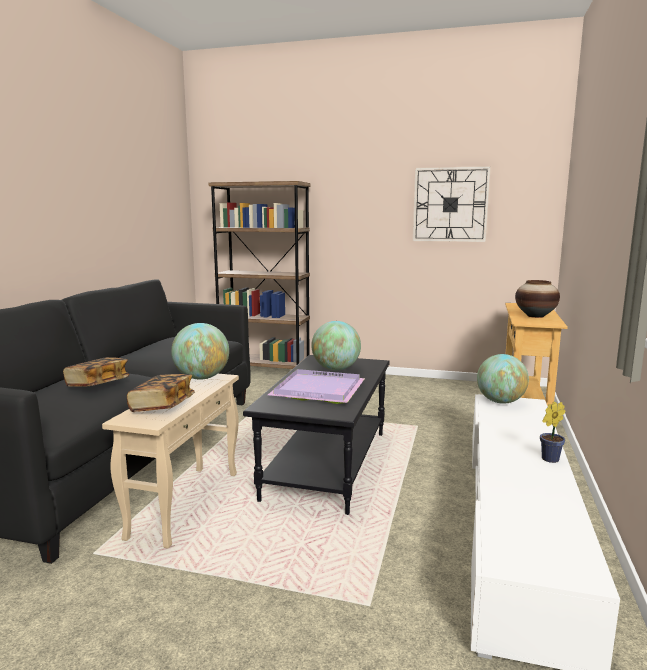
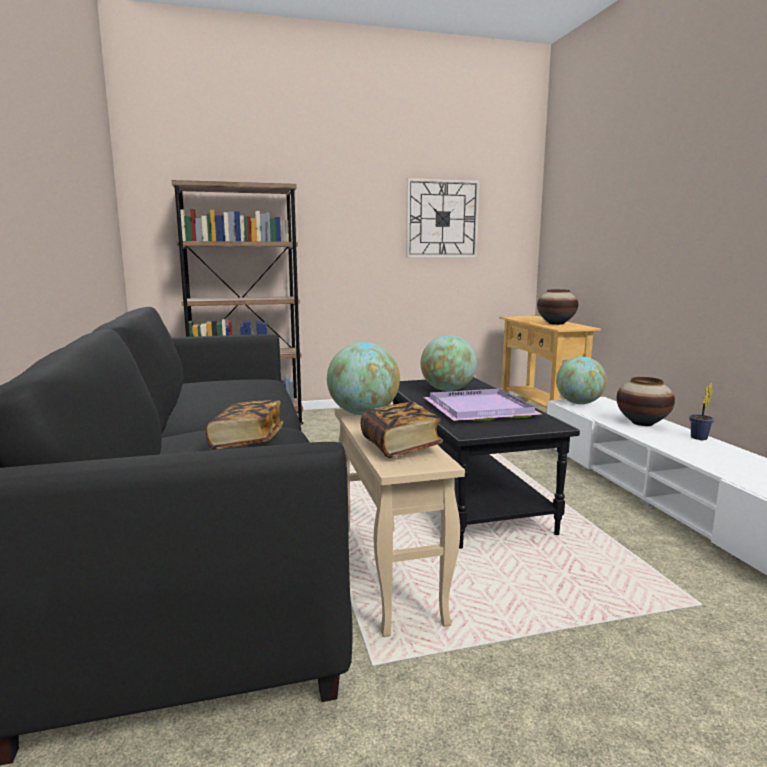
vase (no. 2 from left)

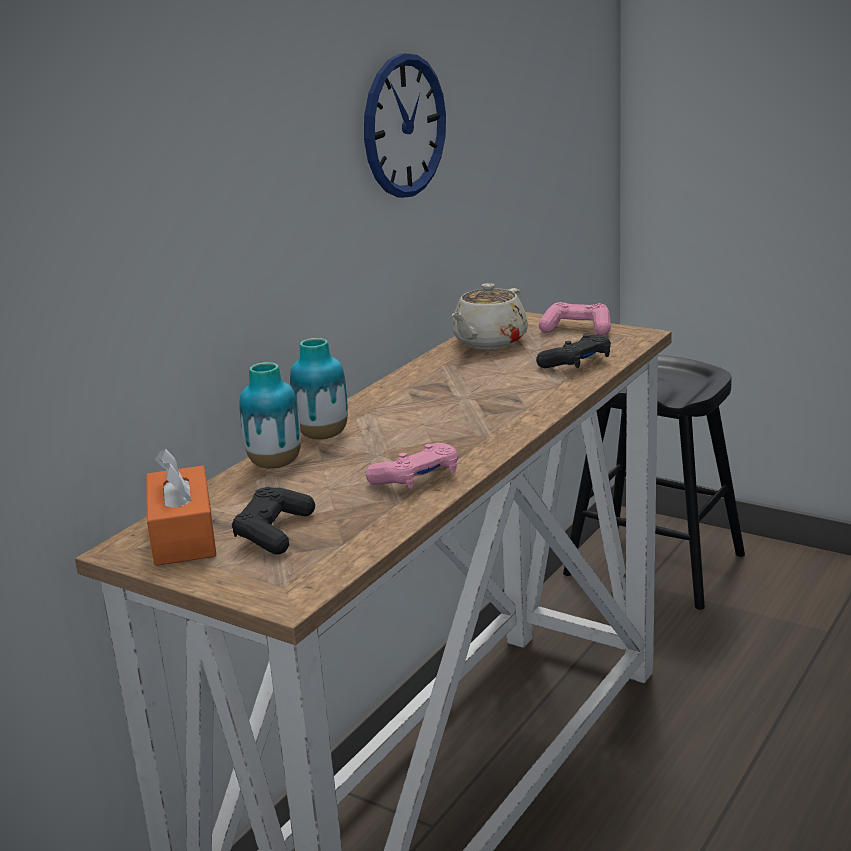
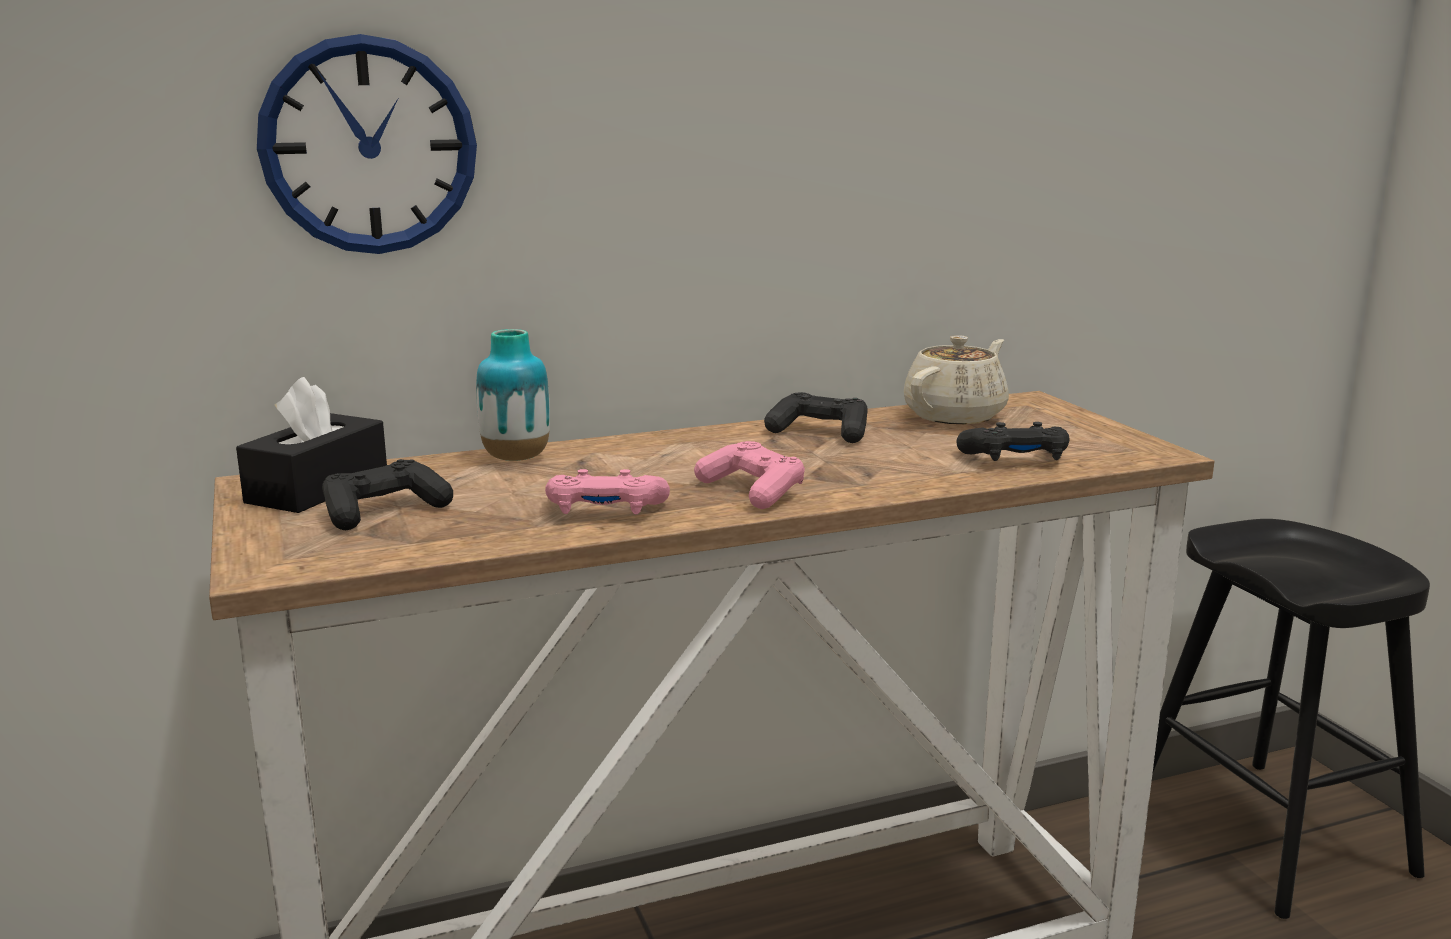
vase (no. 2 from left in the first image); manette [noir] (no. 2 from left); horloge murale; manette [rose] (no. 2 from left); boîte à mouchoirs [noir]; théière [beige]

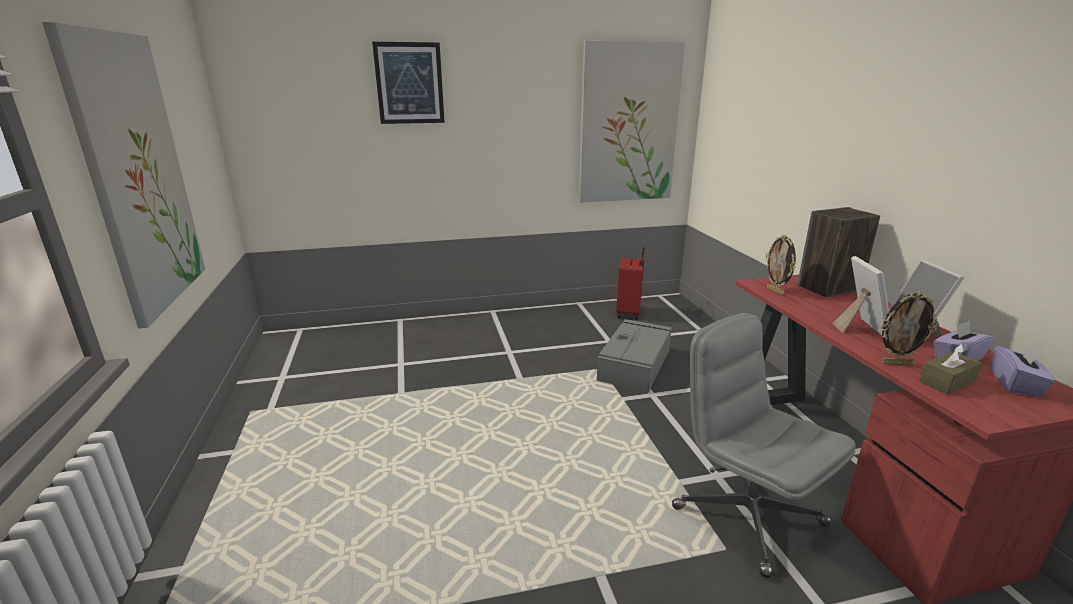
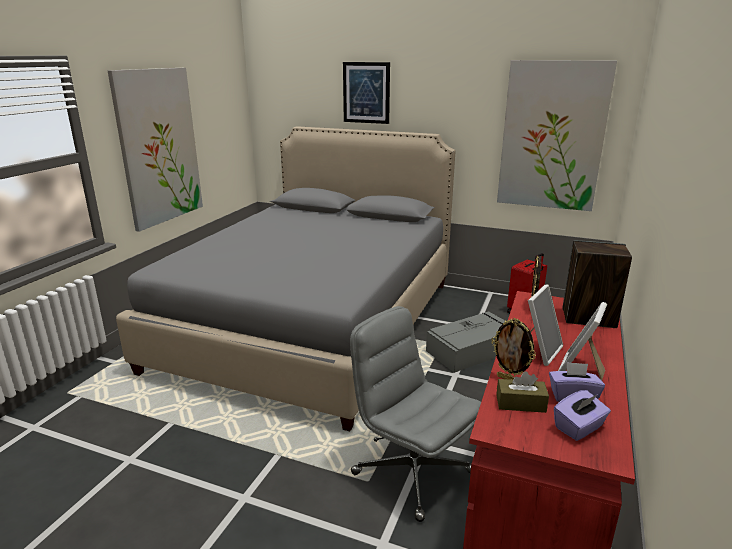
lit [gris]; chaise de bureau [gris]

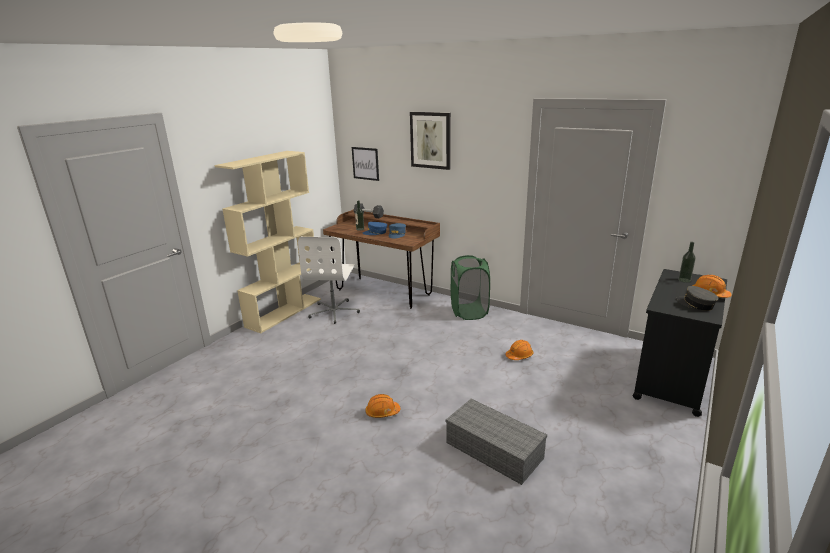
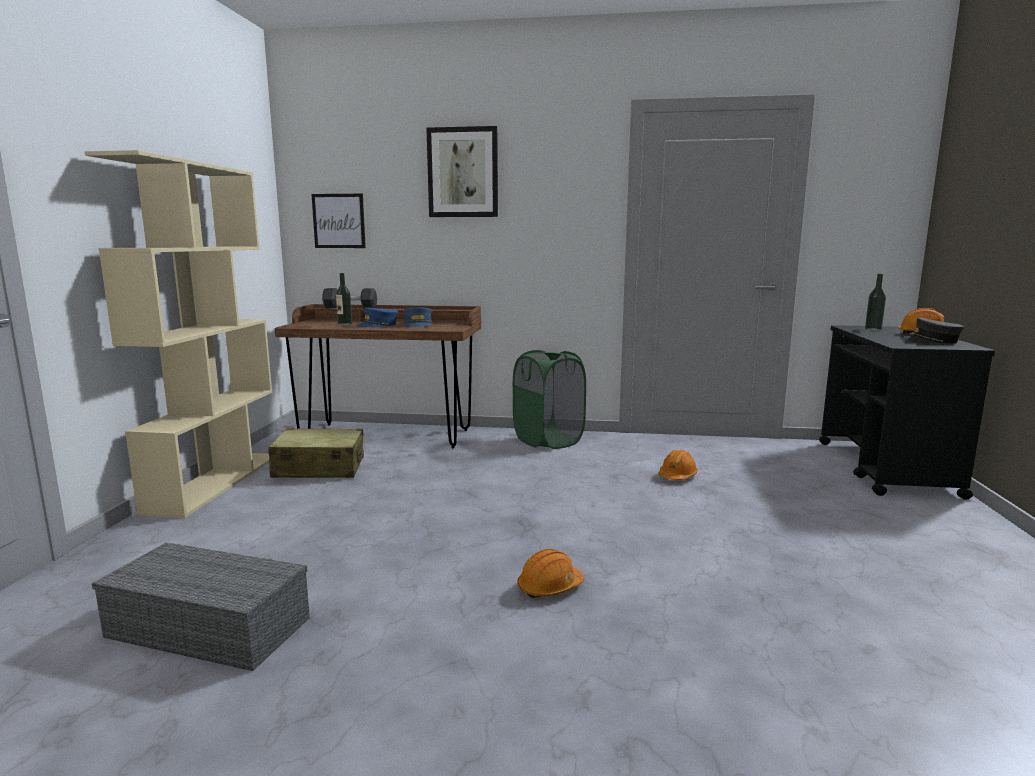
boîte de rangement [gris]; valise [beige]

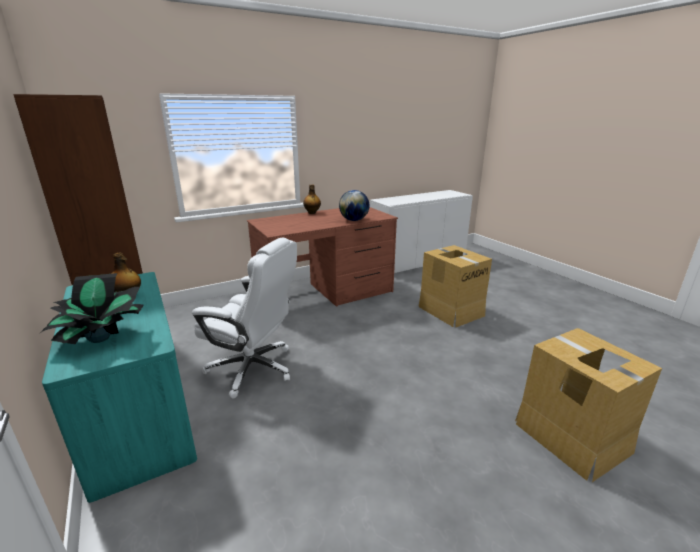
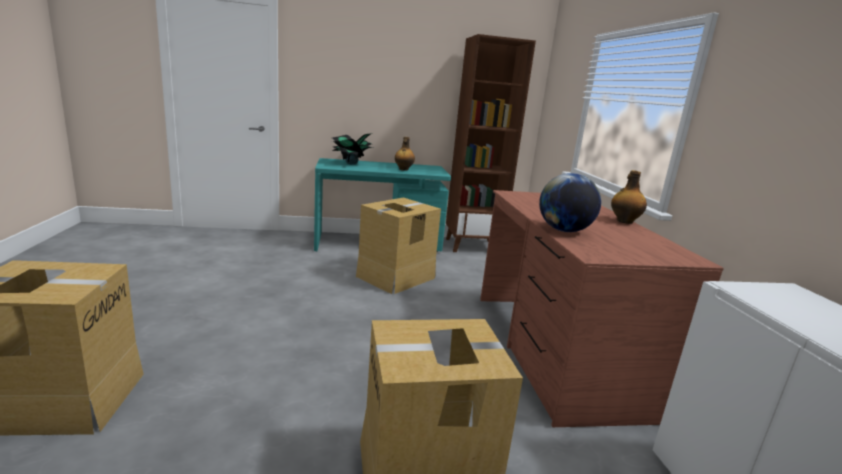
carton (no. 2 from left)

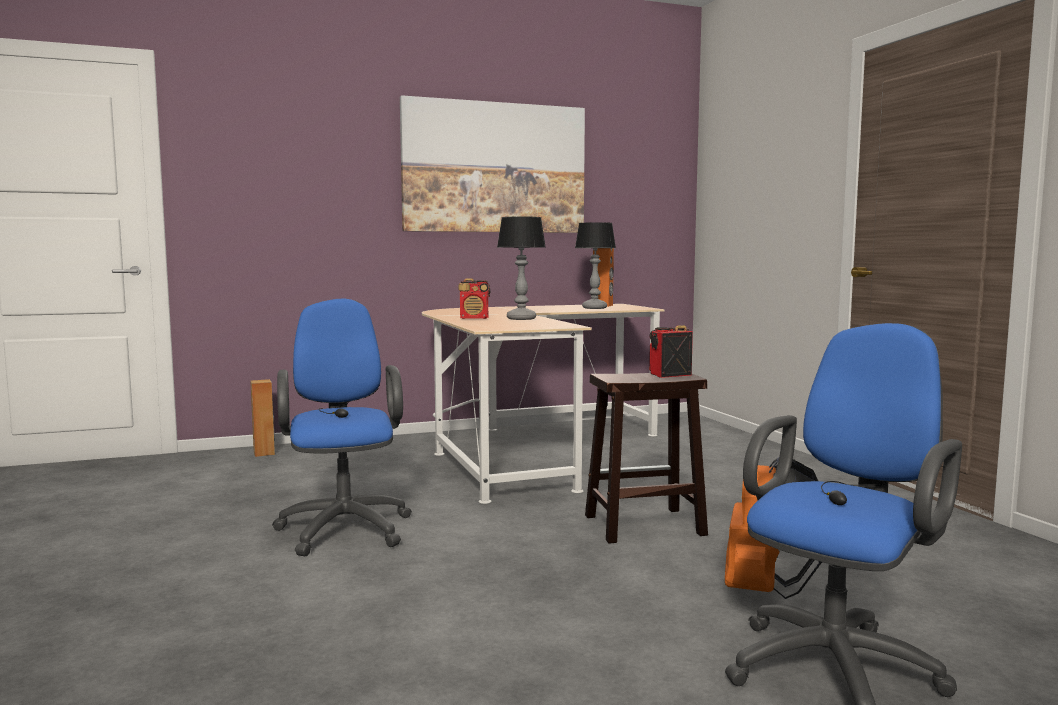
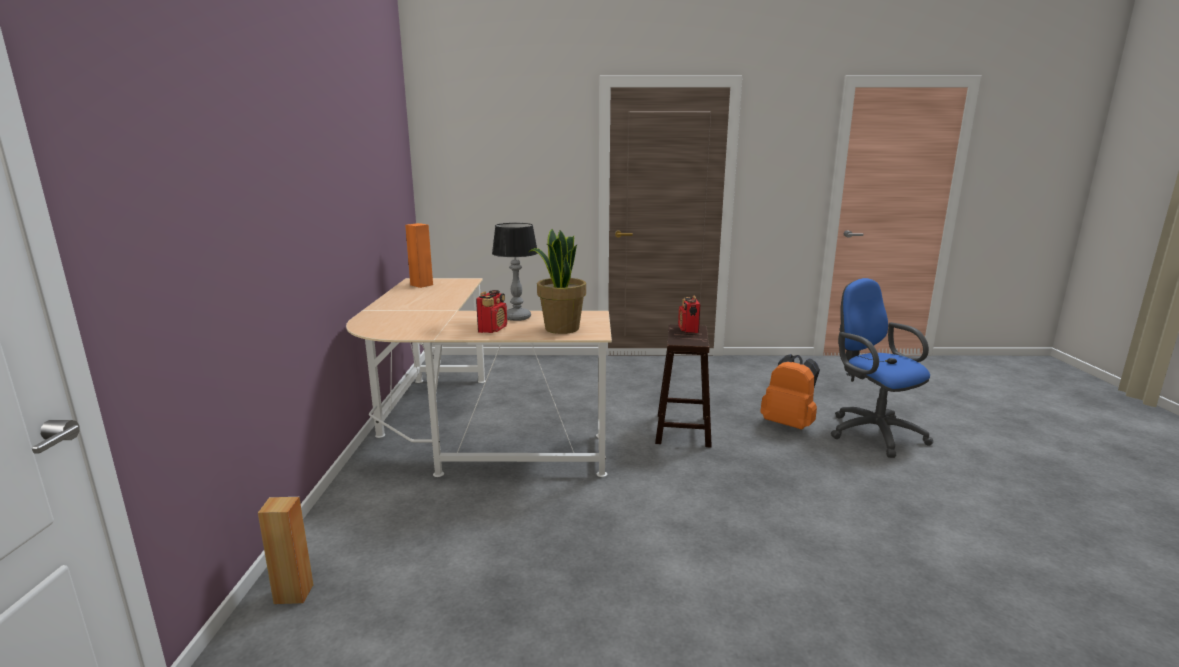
chaise de bureau [bleu] (no. 1 from left in the first image); tableau; lampe de table (no. 2 from left in the first image); plante en pot

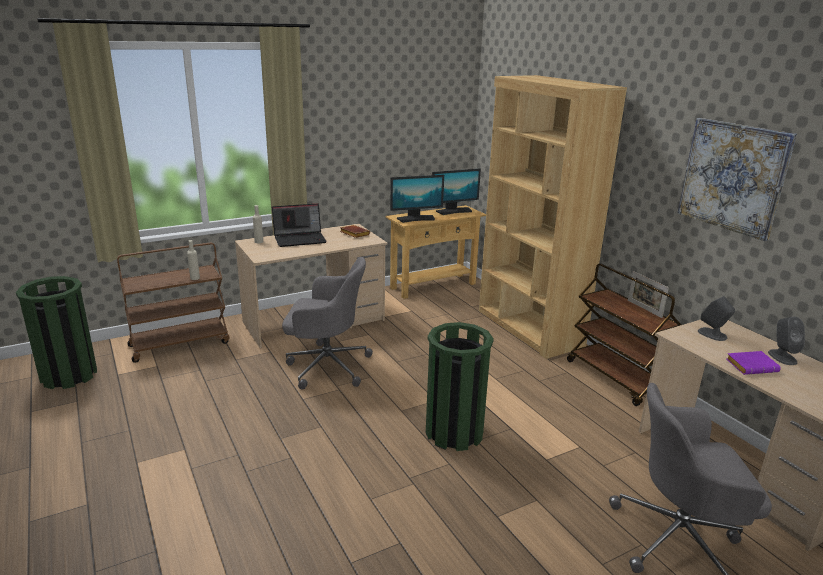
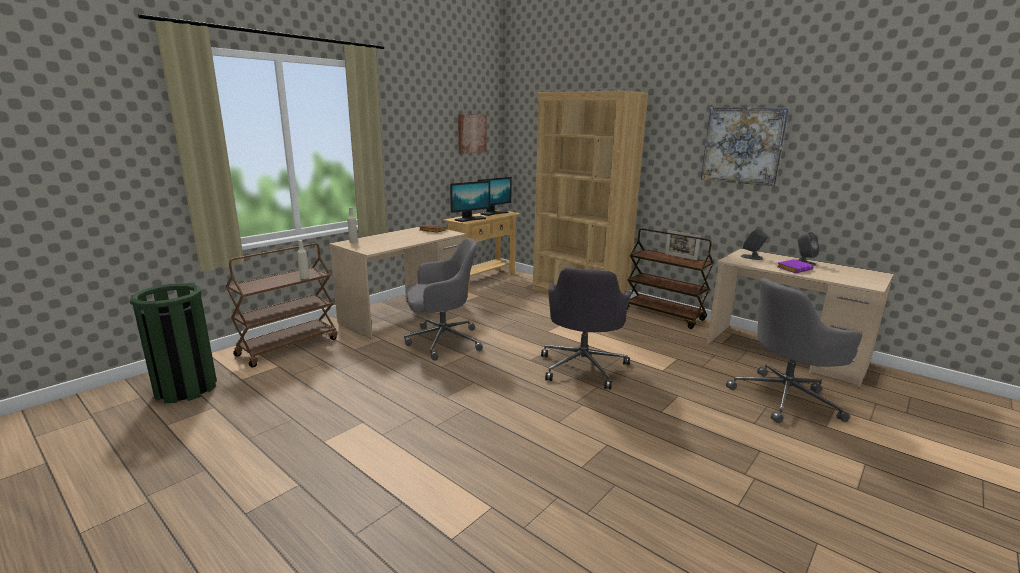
ordinateur portable; tableau (no. 1 from left); chaise de bureau [gris] (no. 2 from left)

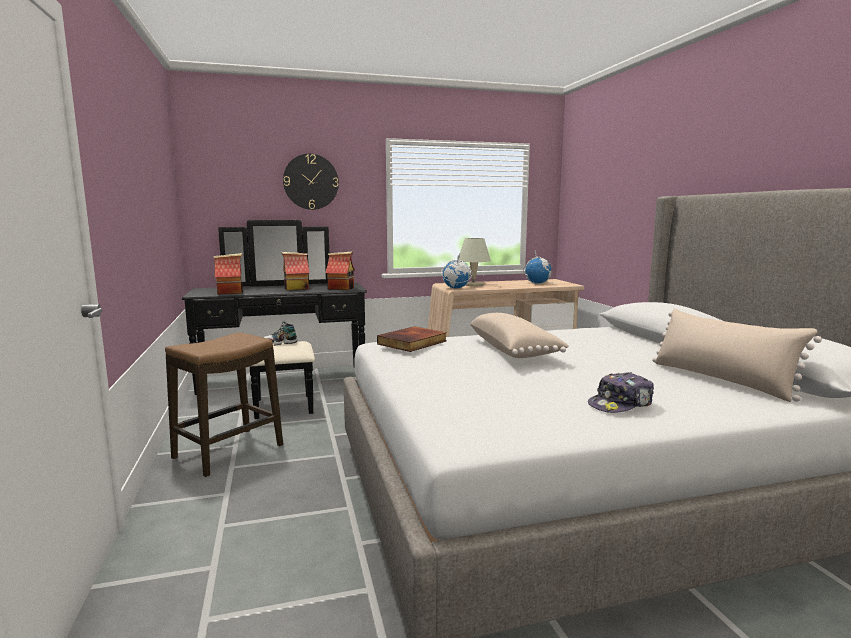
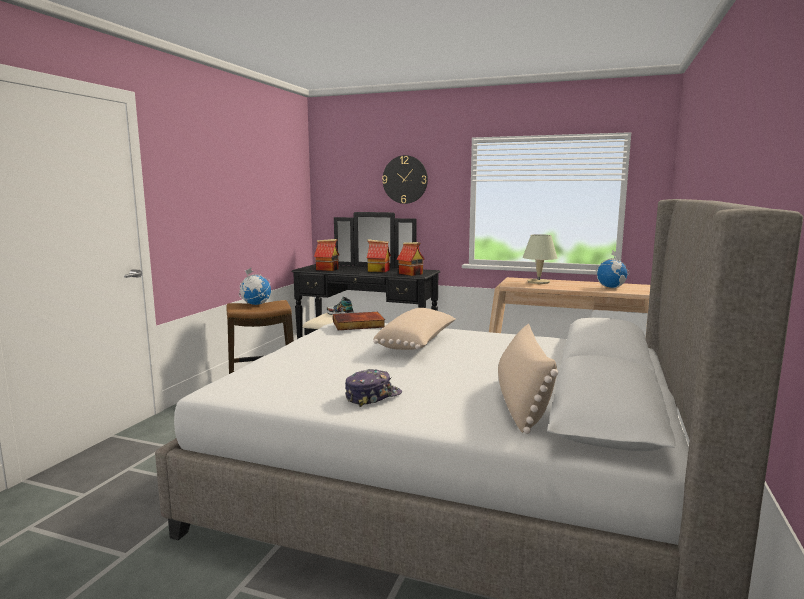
globe (no. 1 from left); casquette

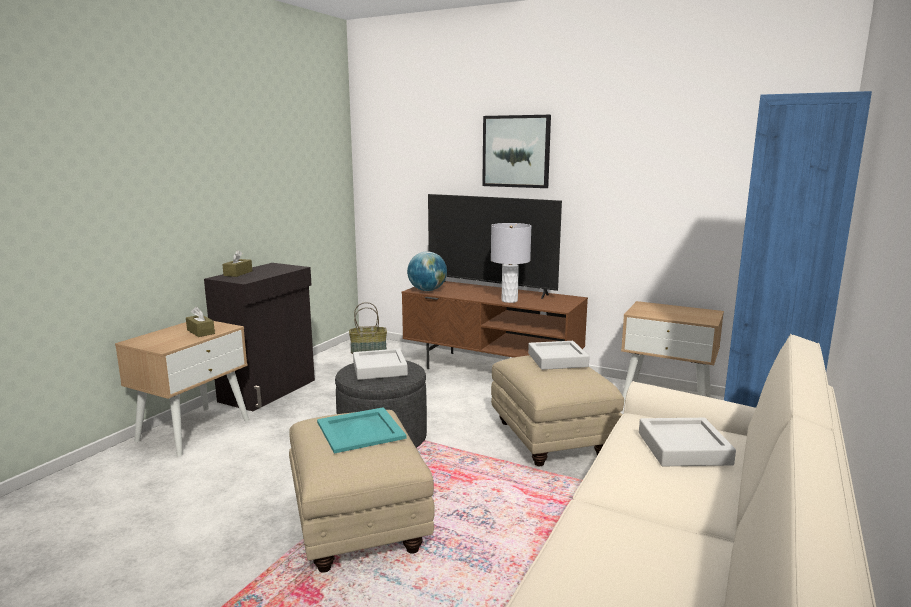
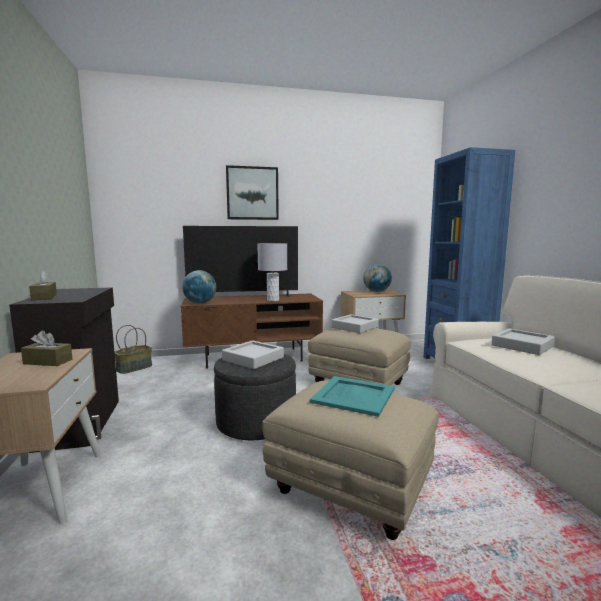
globe (no. 2 from left)

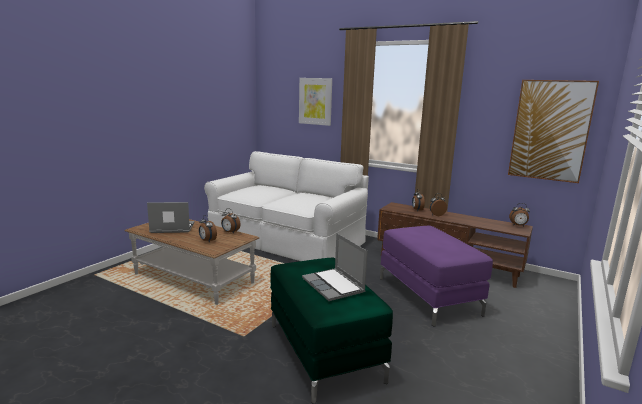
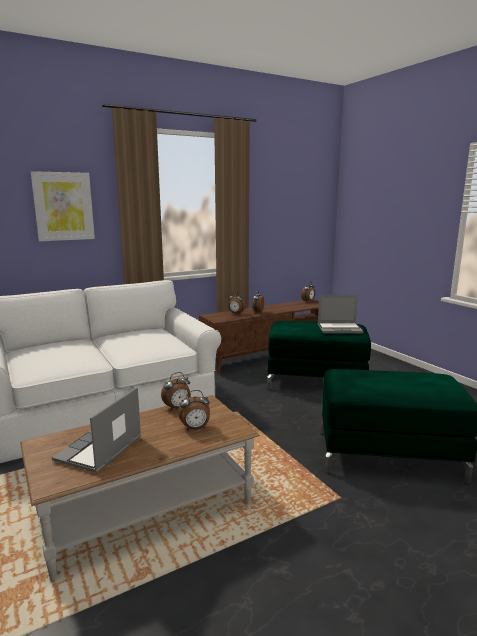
tableau (no. 2 from left in the first image); ordinateur portable (no. 2 from left); pouf [vert] (no. 1 from left)

